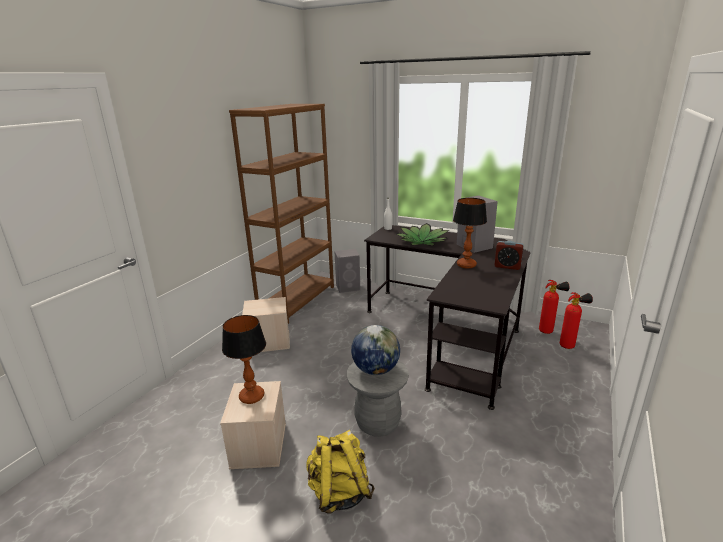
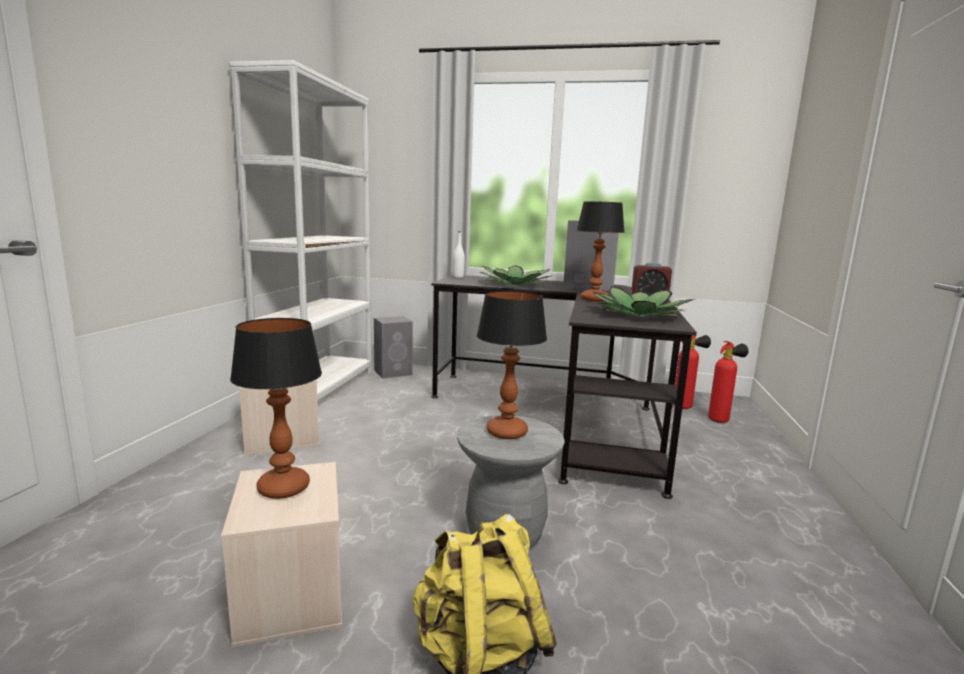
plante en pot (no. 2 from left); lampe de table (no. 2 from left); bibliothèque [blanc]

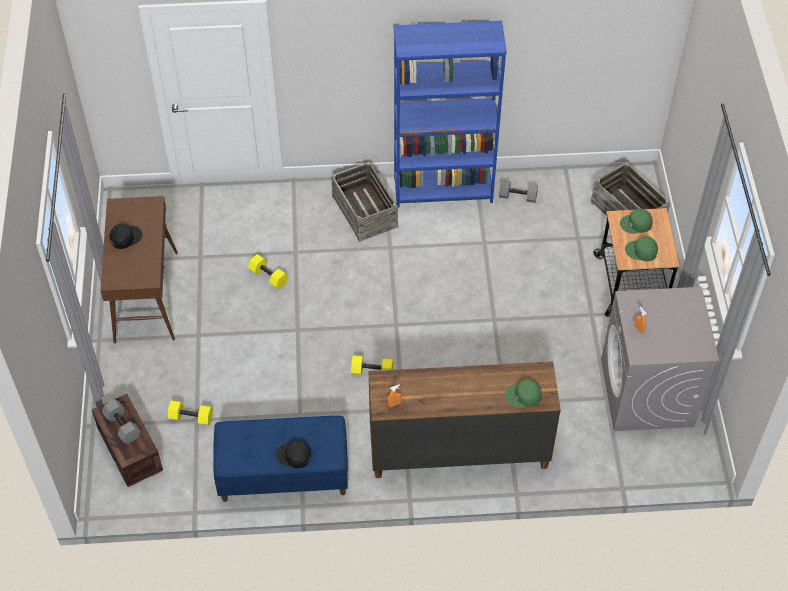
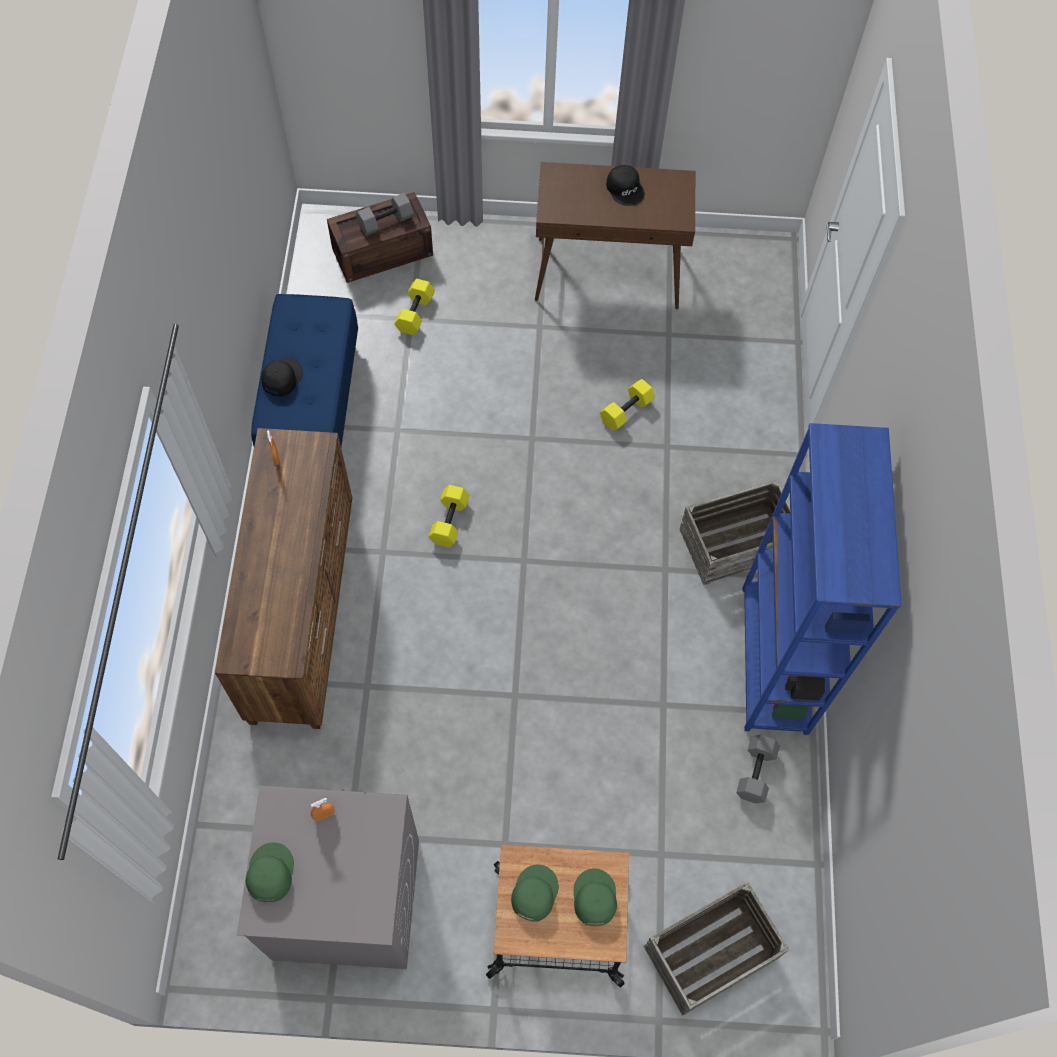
casquette [vert] (no. 1 from left)

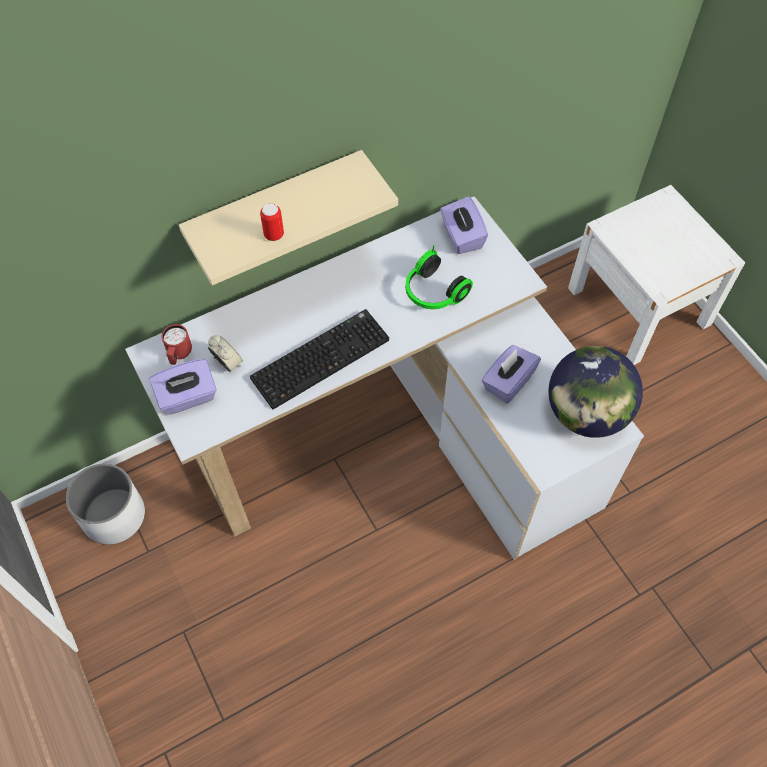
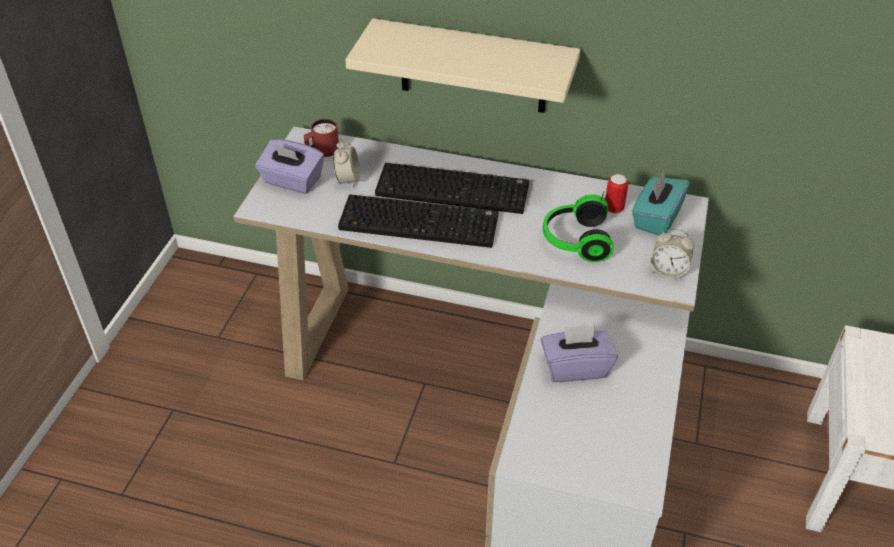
cache-pot [blanc]; globe; clavier (no. 2 from left); réveil (no. 2 from left); boîte métallique; boîte à mouchoirs [turquoise]

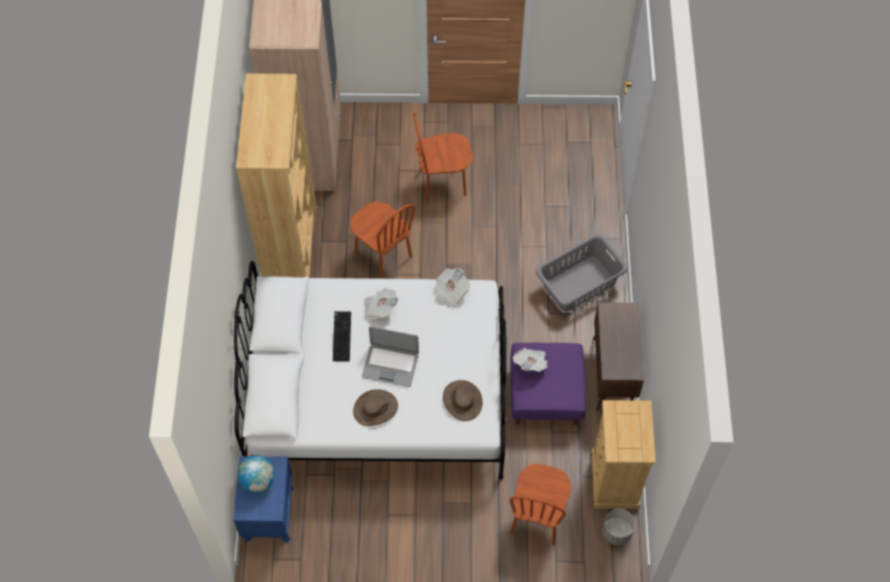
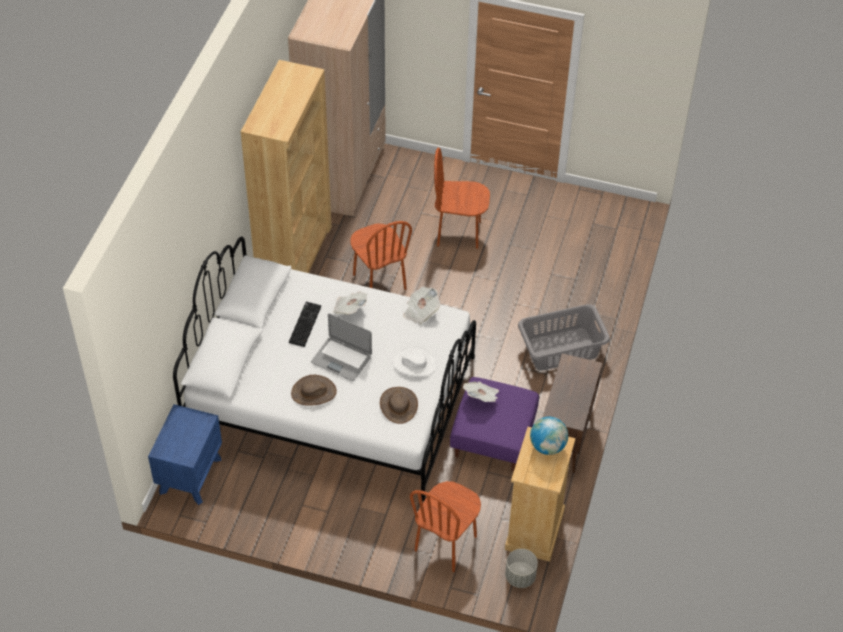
chapeau [blanc]; globe

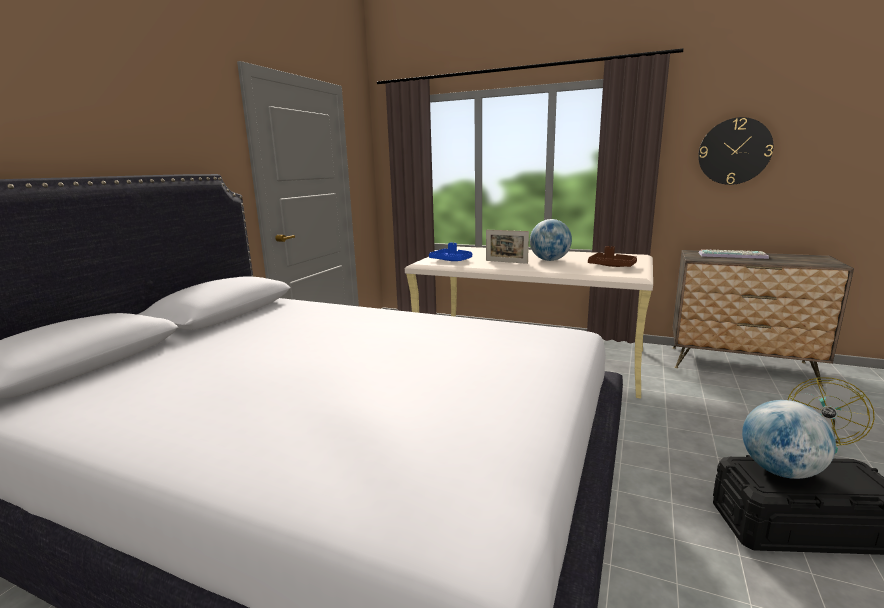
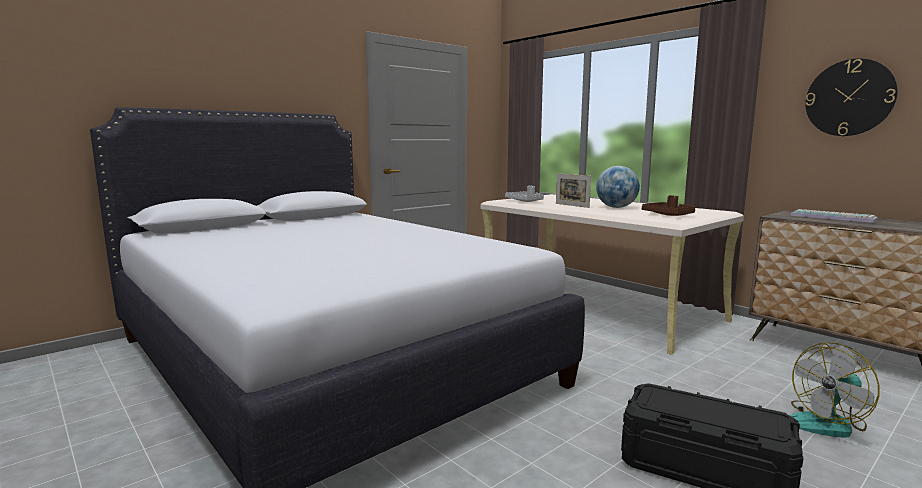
globe (no. 2 from left in the first image); plateau [gris]

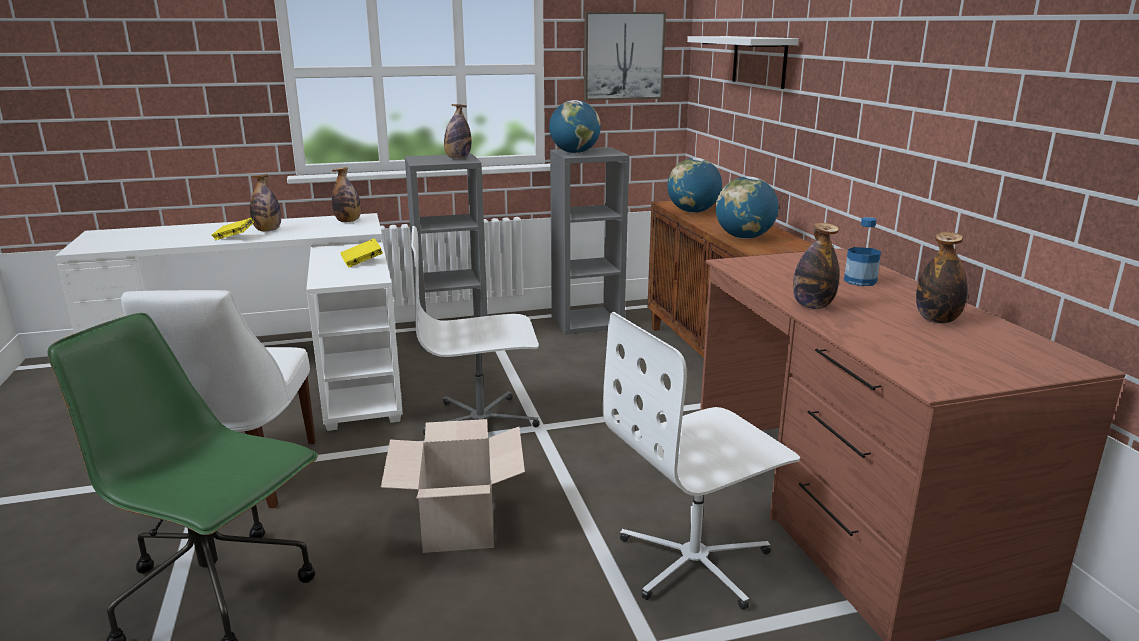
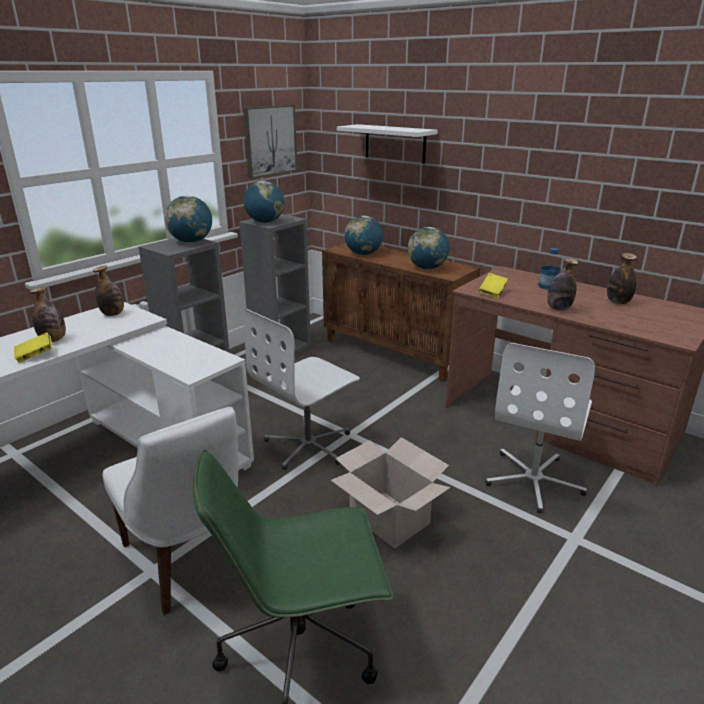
livre [jaune] (no. 2 from left); globe (no. 1 from left)

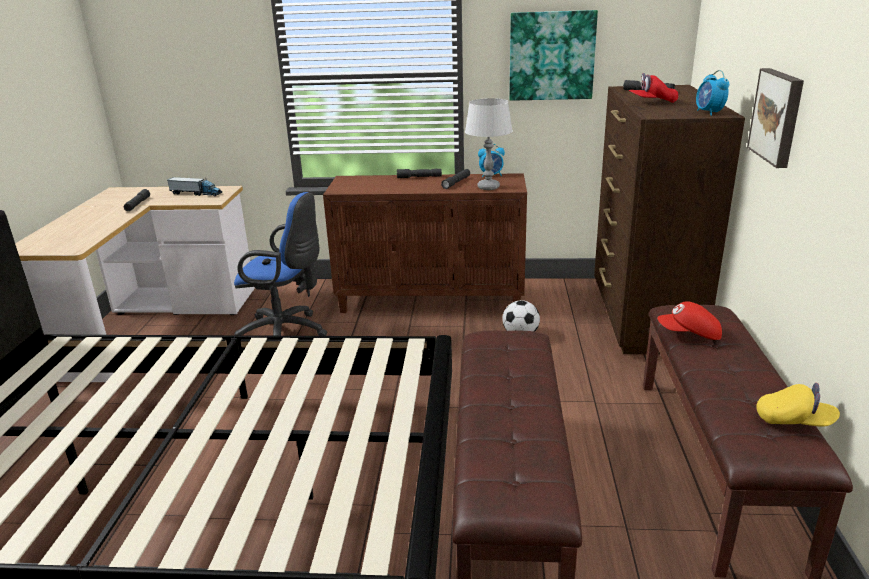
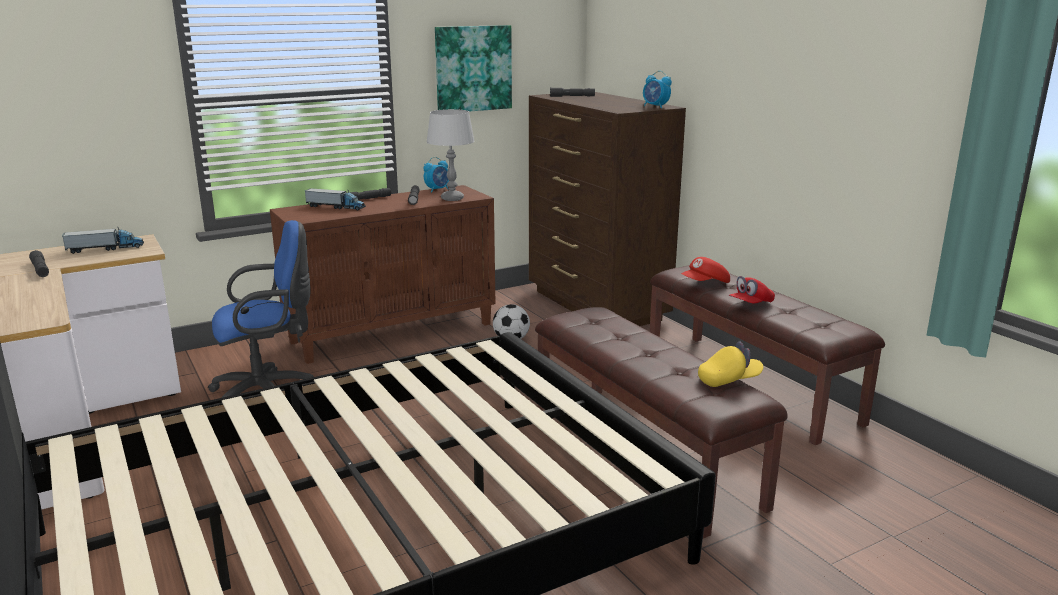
tableau (no. 2 from left in the first image); camion jouet (no. 2 from left); casquette [rouge] (no. 2 from left); casquette [jaune]

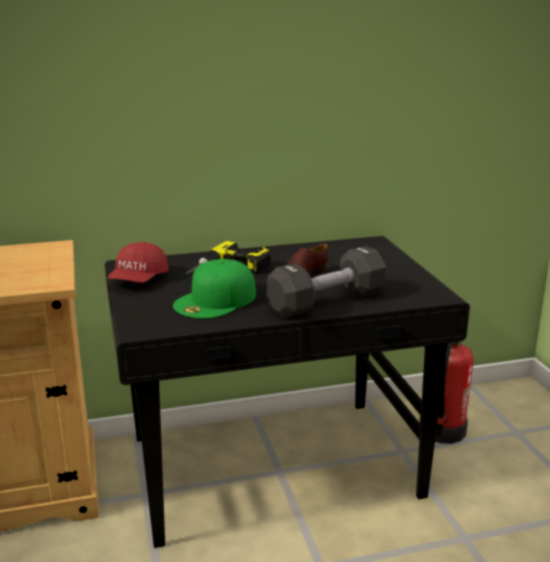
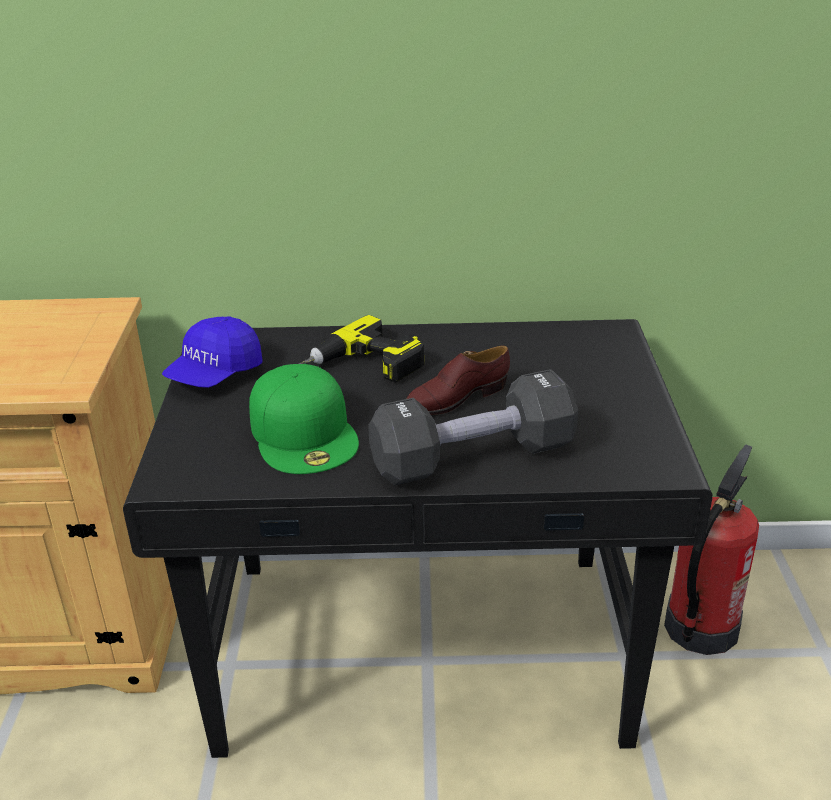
casquette [bleu]; casquette [vert]

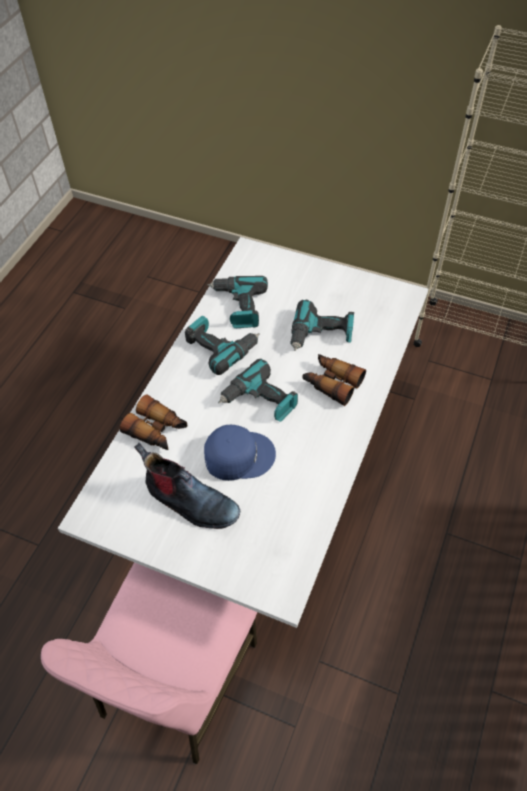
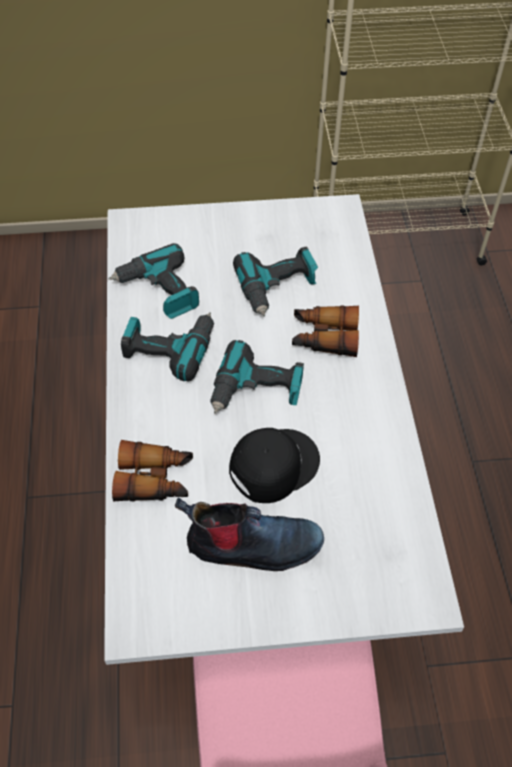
casquette [noir]

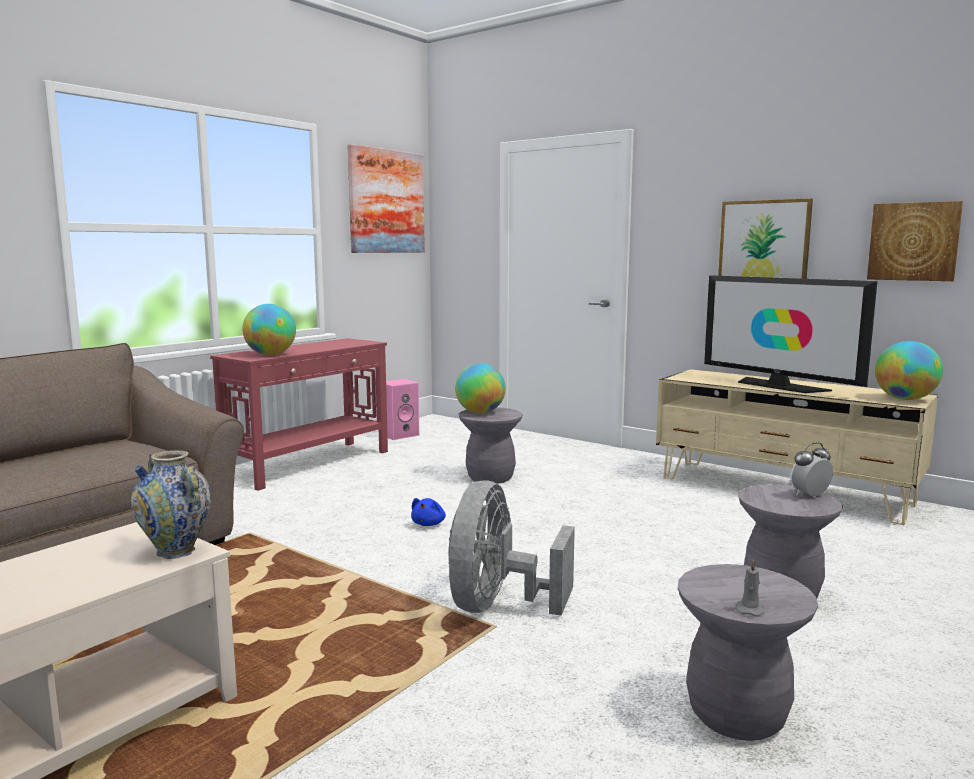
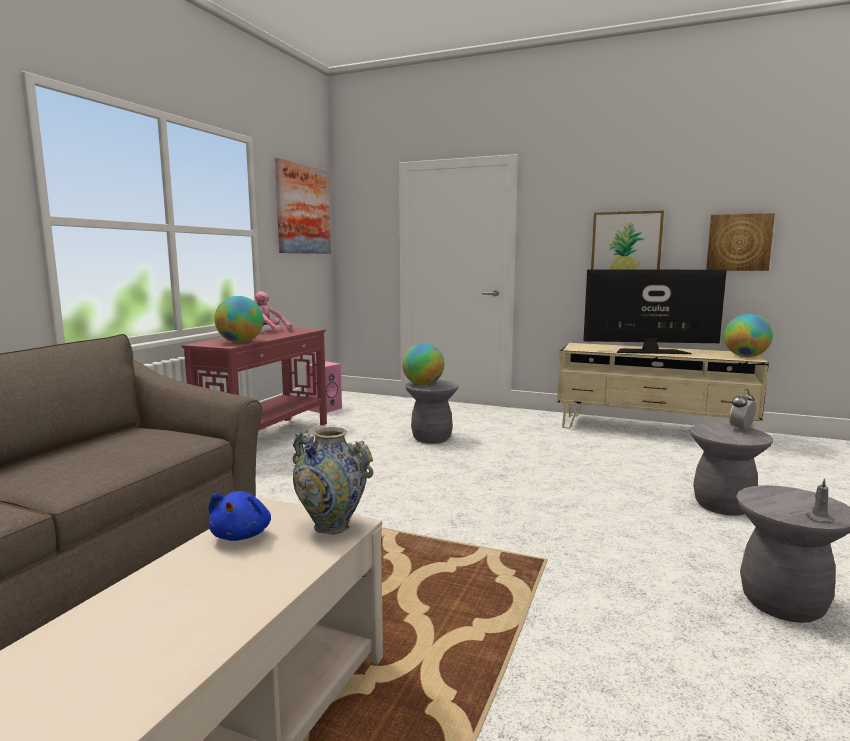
ventilateur [gris]; peluche [rose]; peluche [bleu]; téléviseur

